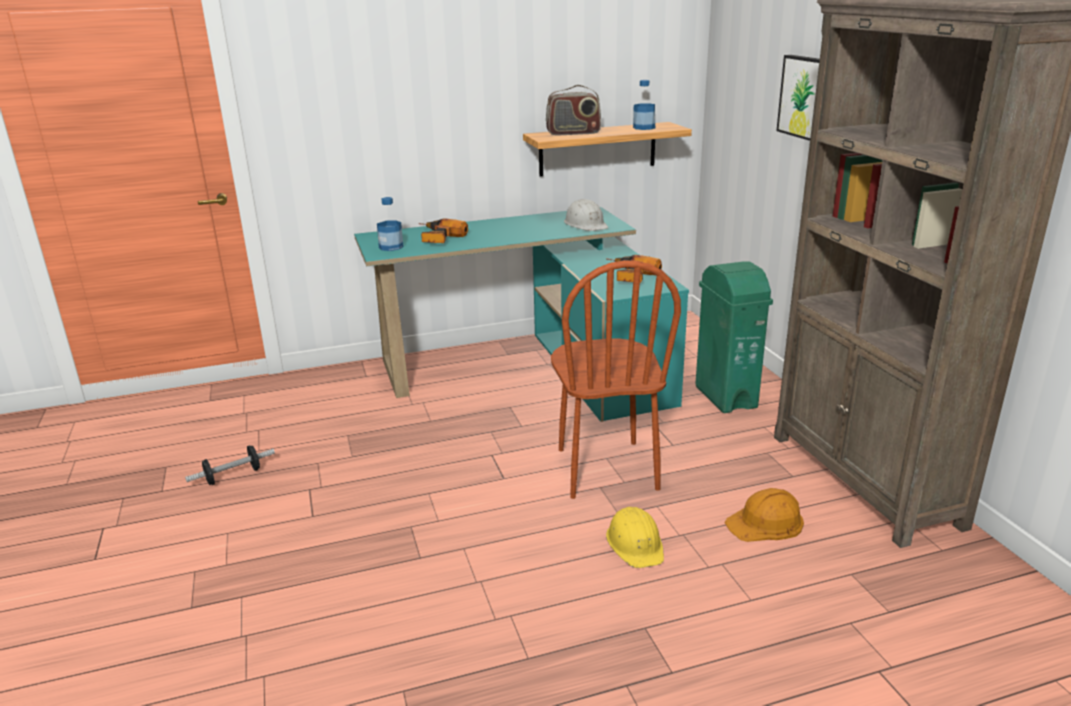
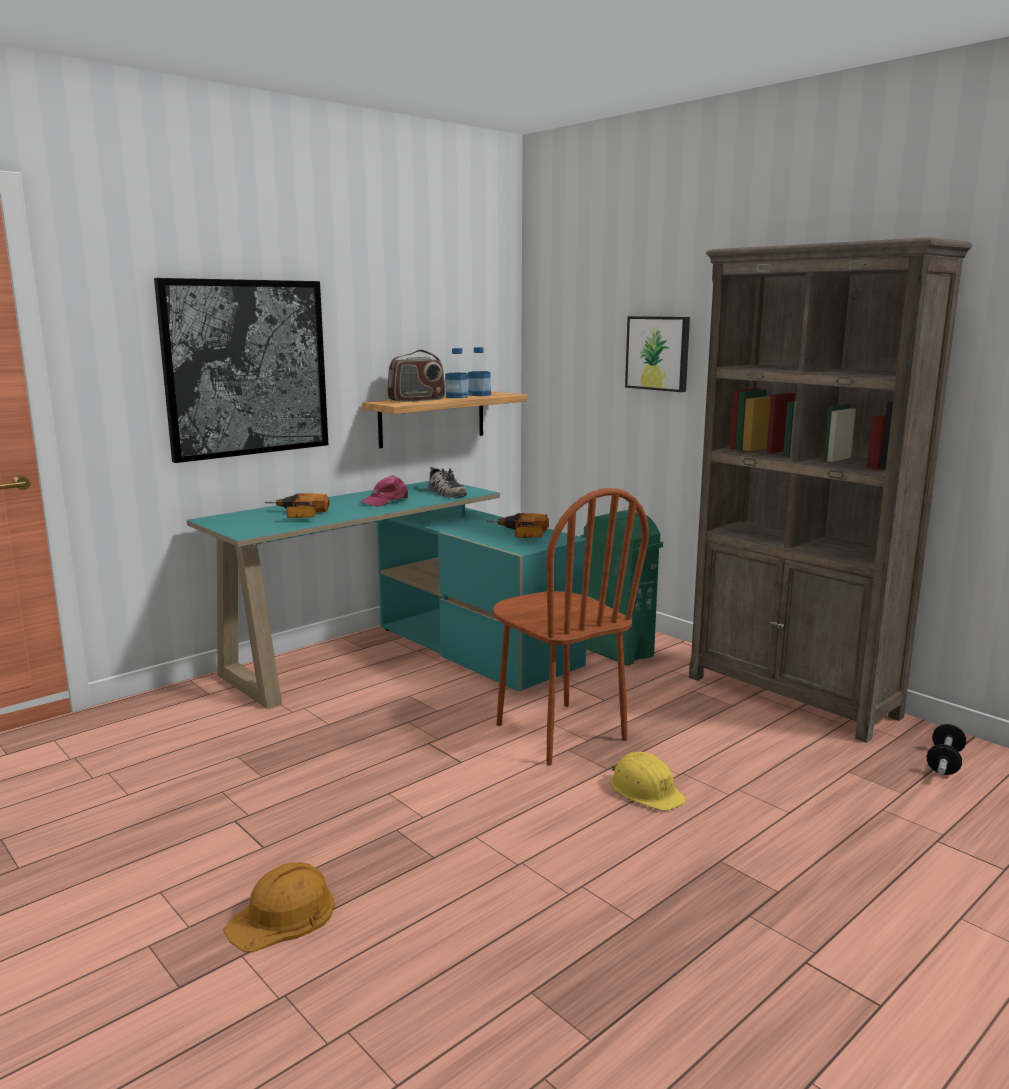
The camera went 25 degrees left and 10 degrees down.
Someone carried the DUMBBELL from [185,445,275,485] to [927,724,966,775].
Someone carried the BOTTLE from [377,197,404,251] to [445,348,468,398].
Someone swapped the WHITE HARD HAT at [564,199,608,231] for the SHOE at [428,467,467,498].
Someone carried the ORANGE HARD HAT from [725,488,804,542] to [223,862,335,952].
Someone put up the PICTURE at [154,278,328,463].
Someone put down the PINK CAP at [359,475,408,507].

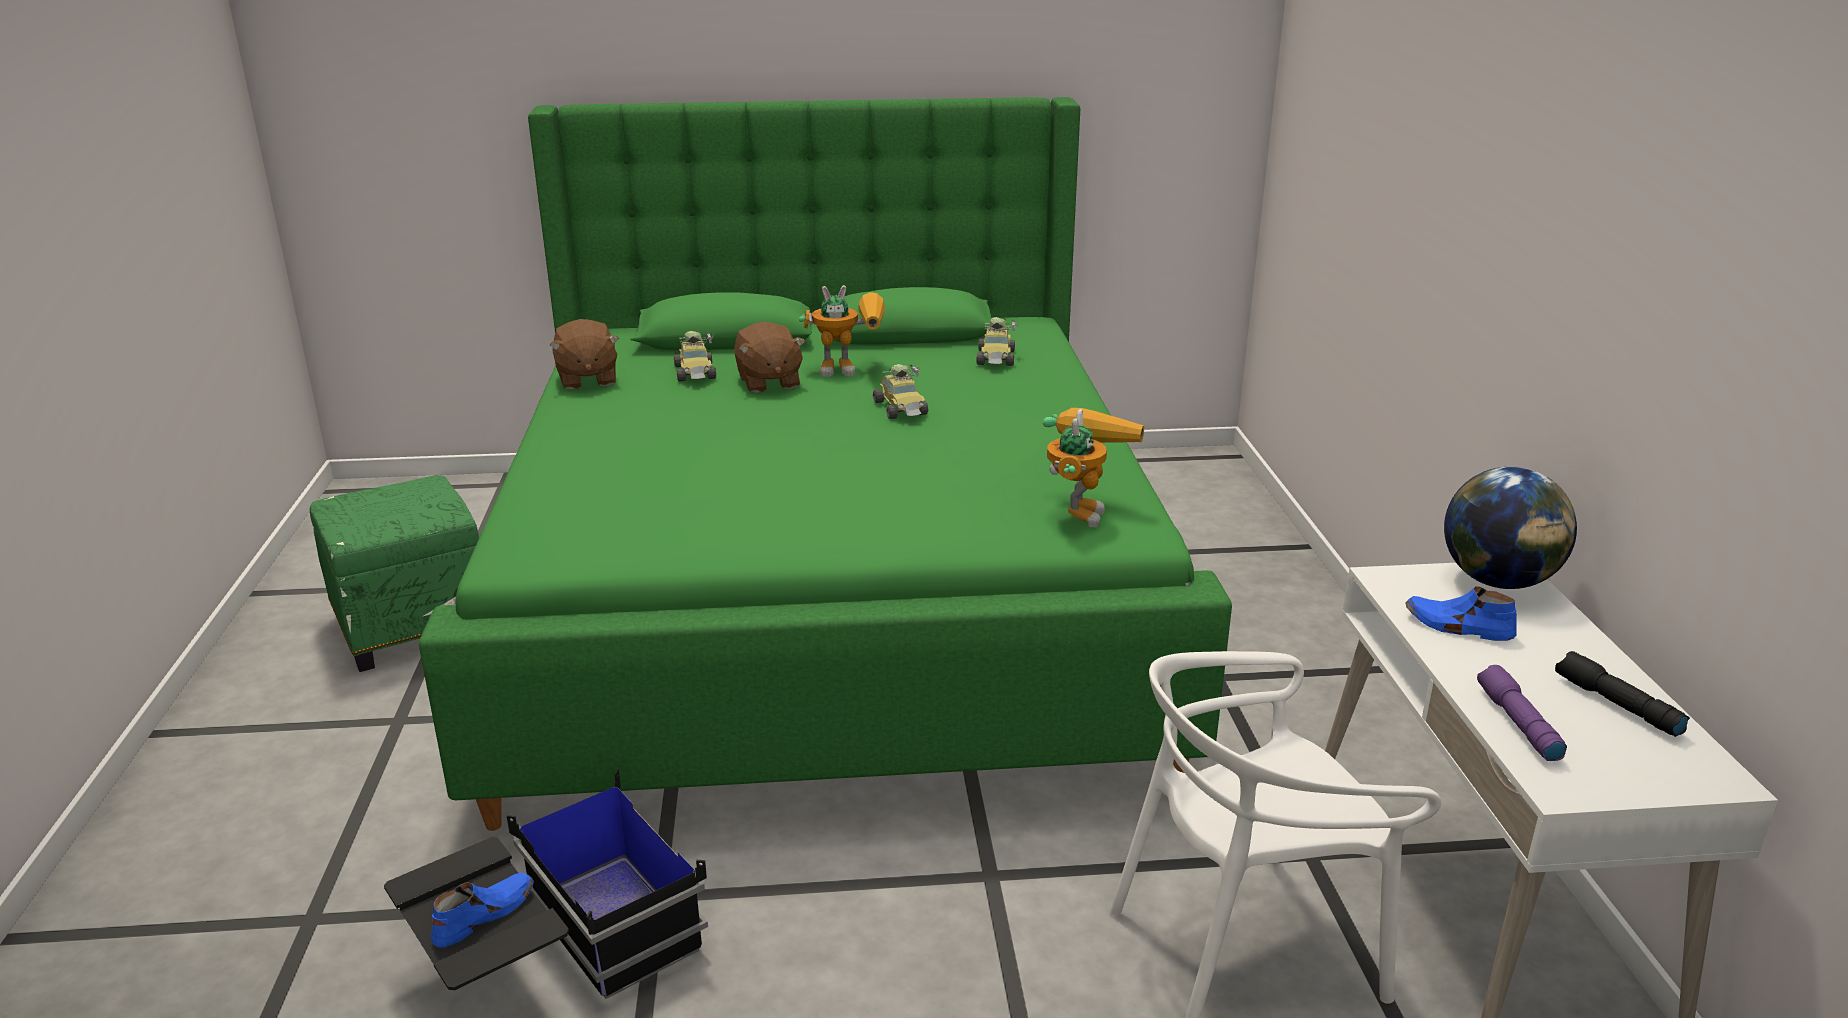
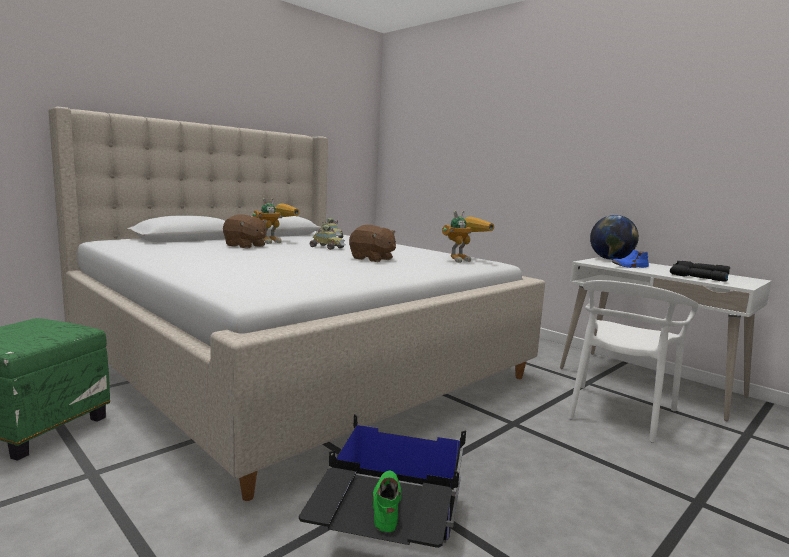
The camera went 40 degrees left and 15 degrees down.
Someone repainted the GREEN BED at [419,97,1232,831], which became the BEIGE BED at [48,106,545,501].
Someone repainted the BLUE SHOE at [431,873,534,948], which became the GREEN SHOE at [372,471,401,532].
Someone carried the BROWN PLUSH TOY from [550,319,619,390] to [349,225,396,262].
Someone took away the TOY CAR at [674,331,716,382].
Someone rotated the TOY ROBOT at [1043,408,1144,528] by 75 degrees clockwise.
Someone repainted the PURPLE FLASHLIGHT at [1477,665,1567,761], which became the BLACK FLASHLIGHT at [670,264,729,282].

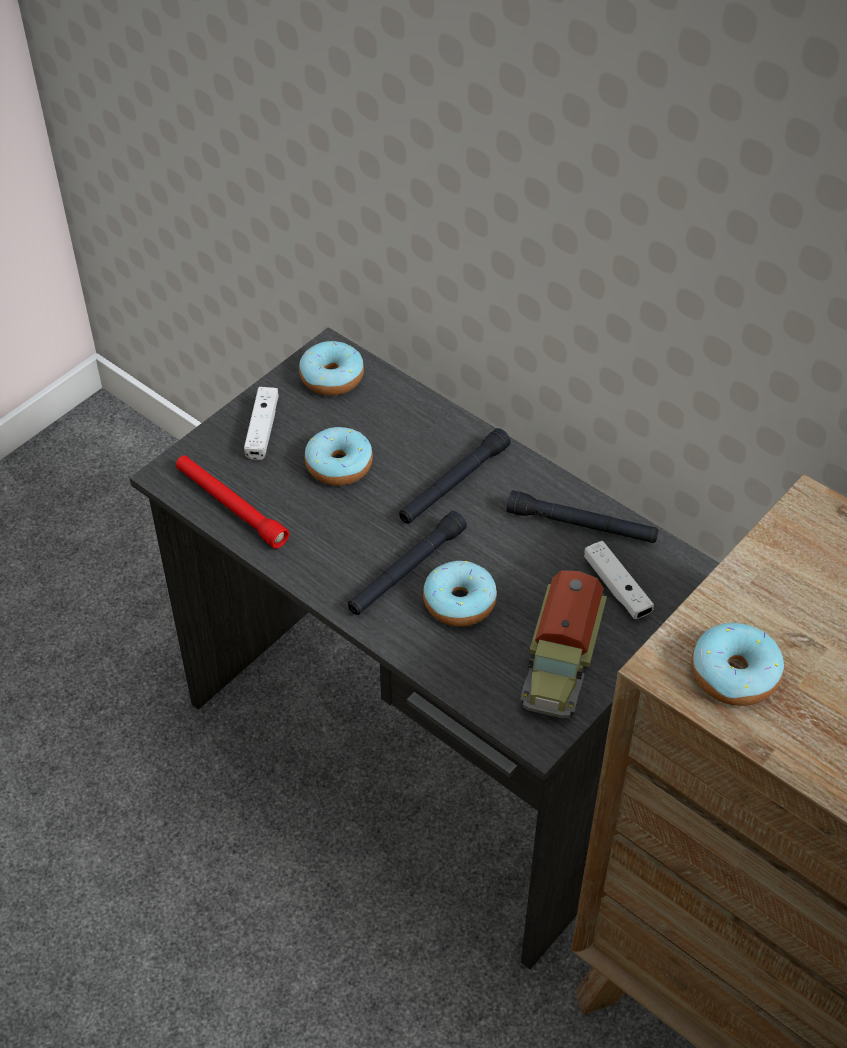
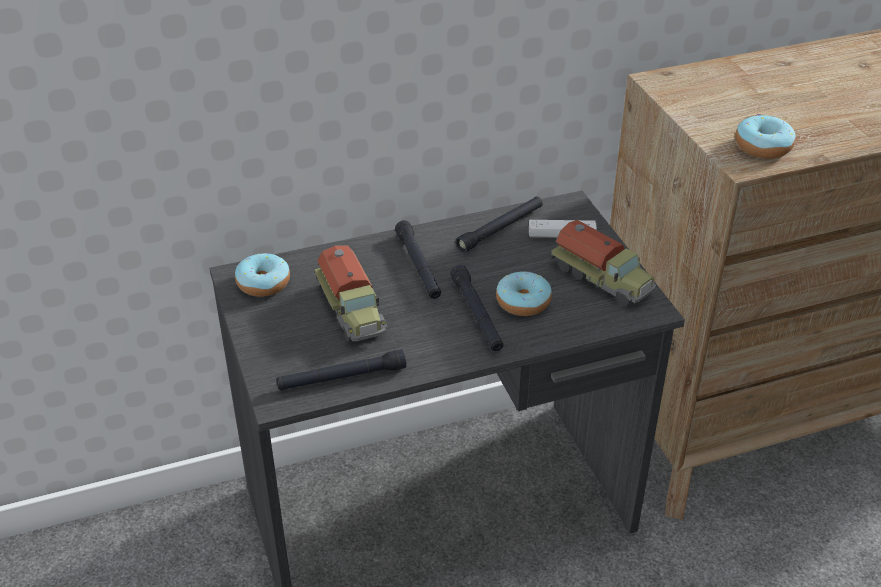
The camera went 60 degrees left and 10 degrees down.
Someone repainted the RED FLASHLIGHT at [176,455,289,549], which became the BLACK FLASHLIGHT at [276,349,407,390].
Someone took away the WHITE GAME CONTROLLER at [244,387,279,460].
Someone swapped the DONUT at [305,427,373,486] for the TOY TRUCK at [315,245,387,342].

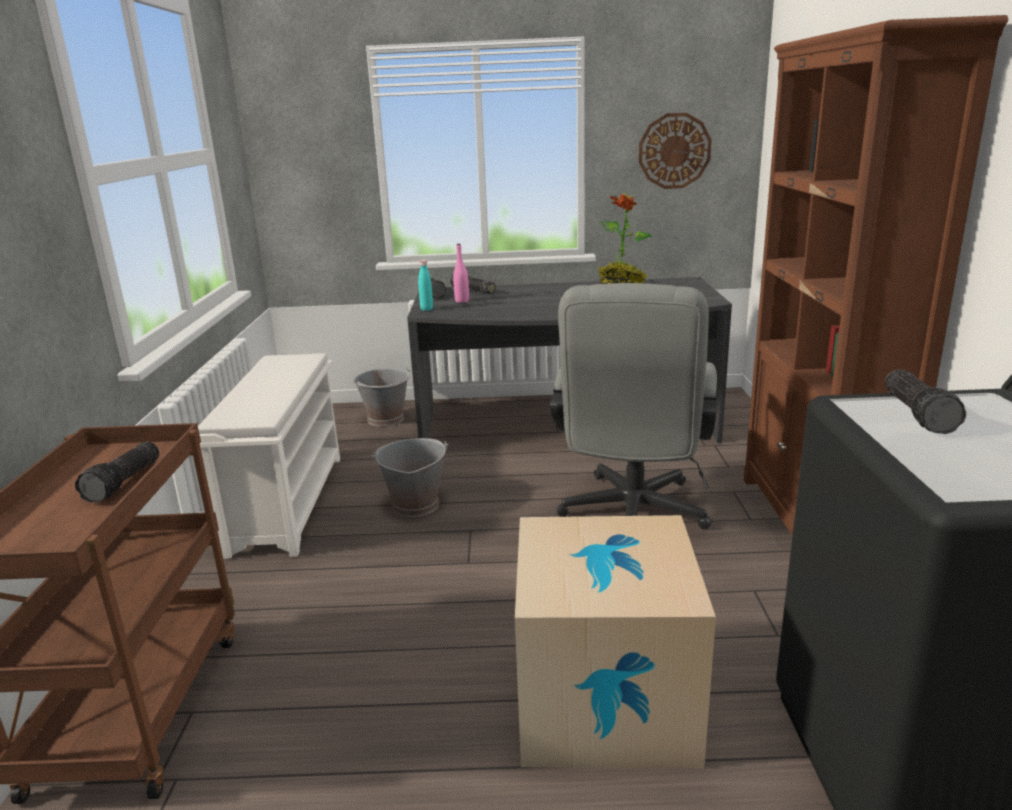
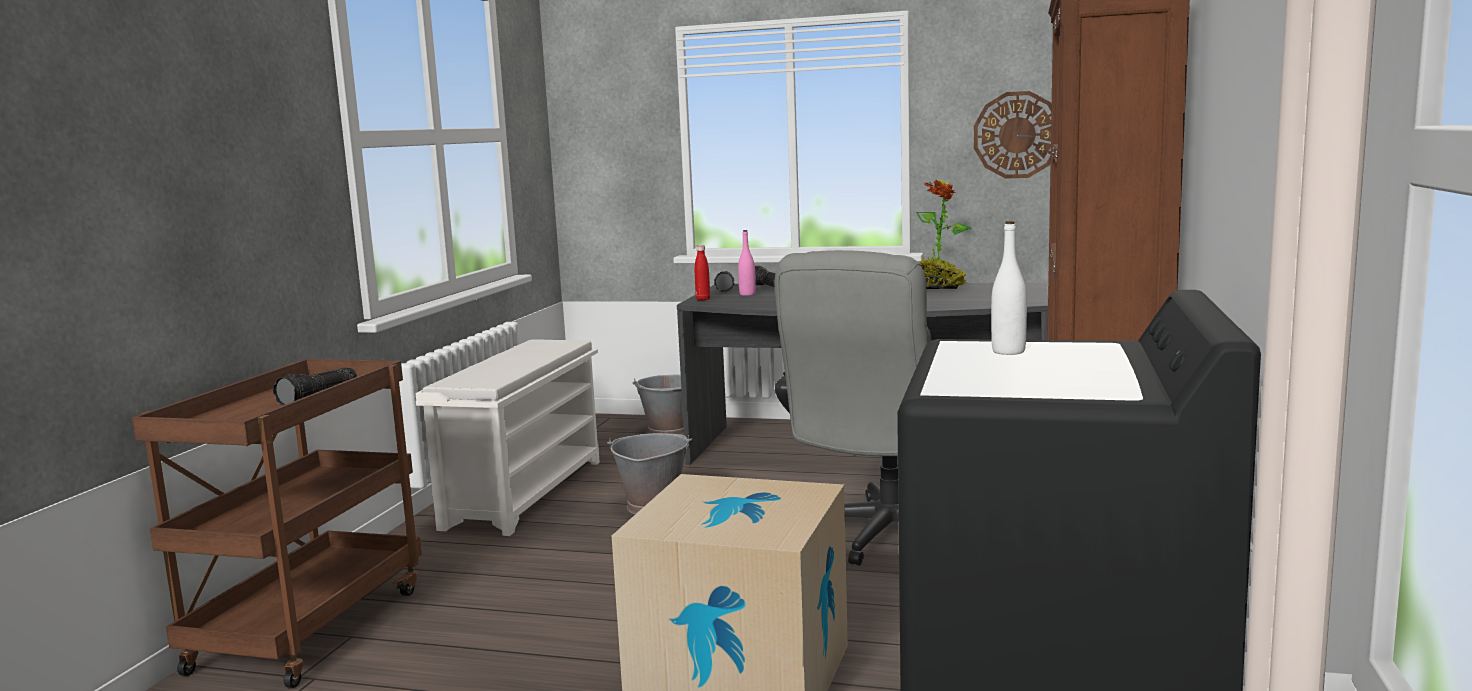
The camera went 15 degrees right and 10 degrees down.
Someone repainted the TURQUOISE BOTTLE at [418,260,433,311], which became the RED BOTTLE at [695,245,710,301].
Someone swapped the FLASHLIGHT at [885,370,966,434] for the WHITE BOTTLE at [991,221,1027,355].

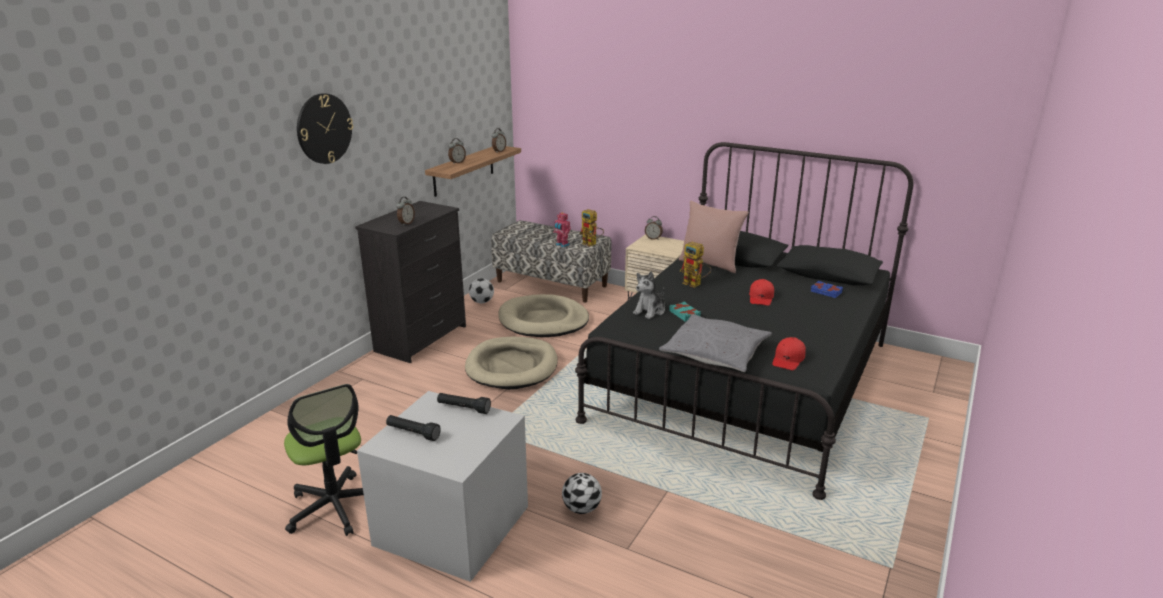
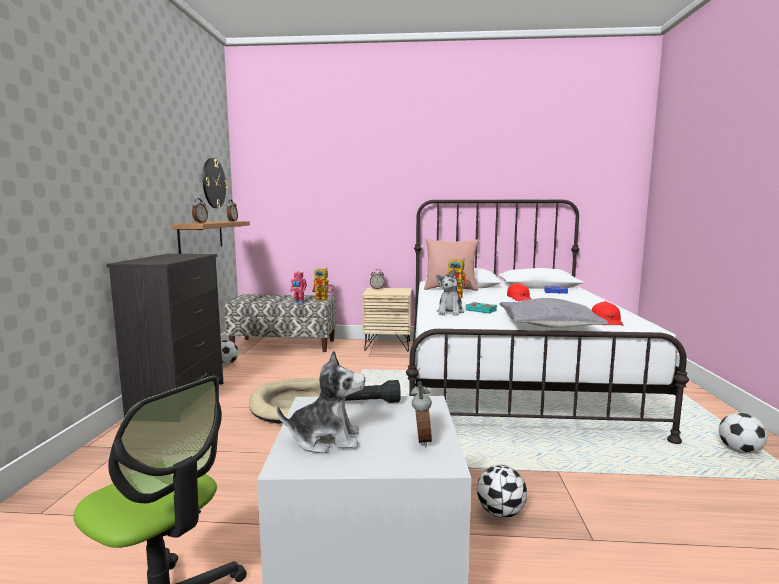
The camera went 25 degrees left and 15 degrees down.
Someone carried the WALL CLOCK from [297,93,353,164] to [202,158,228,208].
Someone swapped the BLACK FLASHLIGHT at [386,415,441,441] for the PLUSH TOY at [277,350,365,454].
Someone carried the ALARM CLOCK from [396,197,415,226] to [411,381,432,447].
Someone took away the BEIGE DOG BED at [498,294,589,337].
Someone repainted the BLACK BED at [575,142,914,500], which became the WHITE BED at [406,200,689,444].
Someone put down the FOOTBALL at [719,413,768,454].

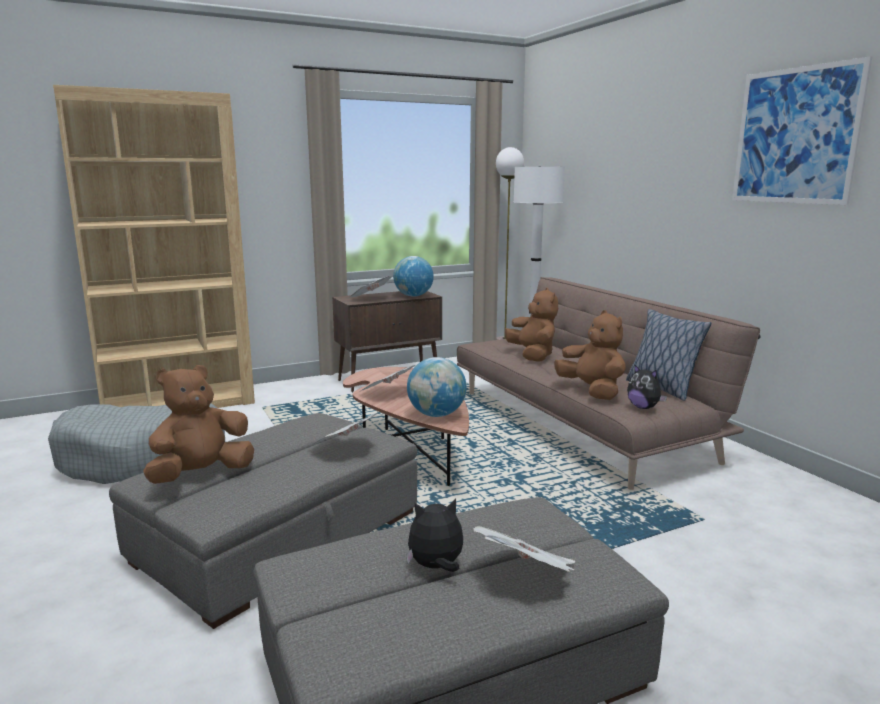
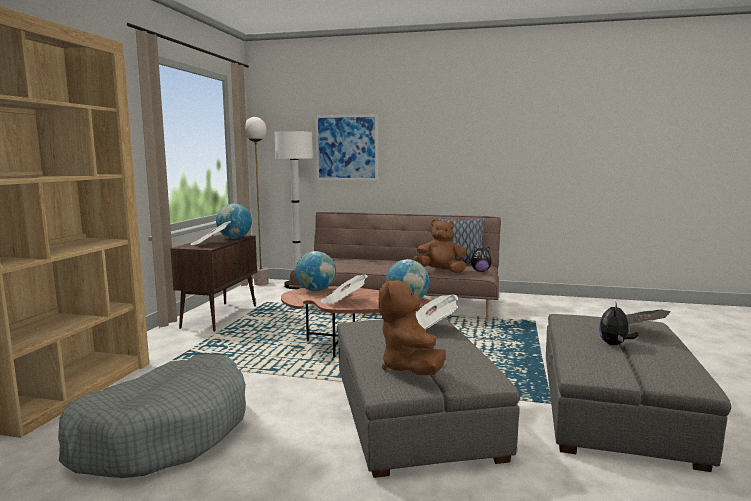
The camera went 50 degrees left and 5 degrees down.
Someone took away the BROWN PLUSH TOY at [505,288,558,362].
Someone carried the PICTURE from [732,56,872,205] to [315,114,378,181].
Someone put down the GLOBE at [295,251,336,291].

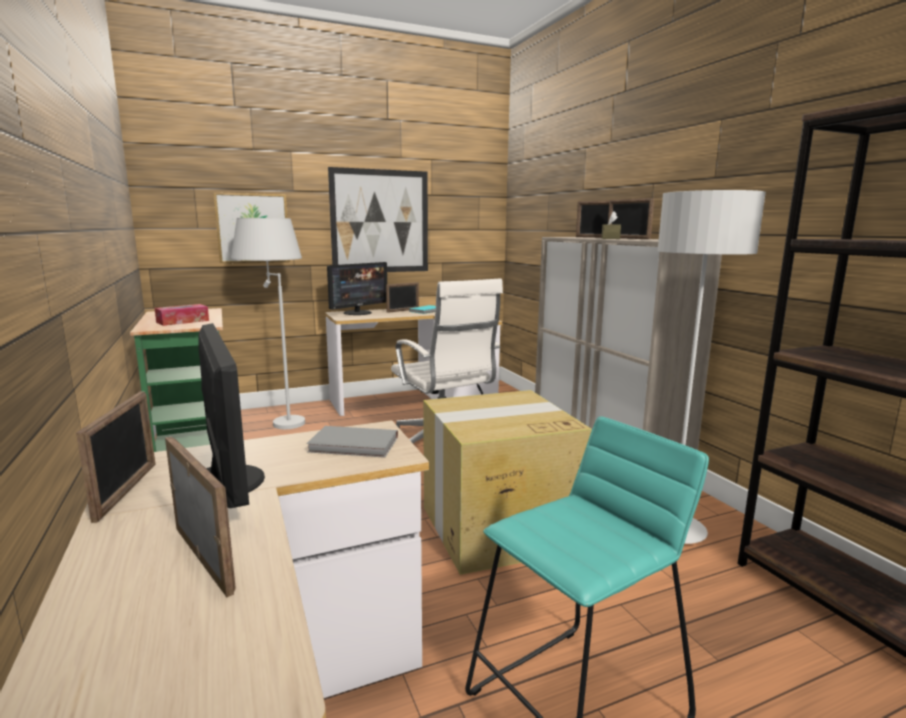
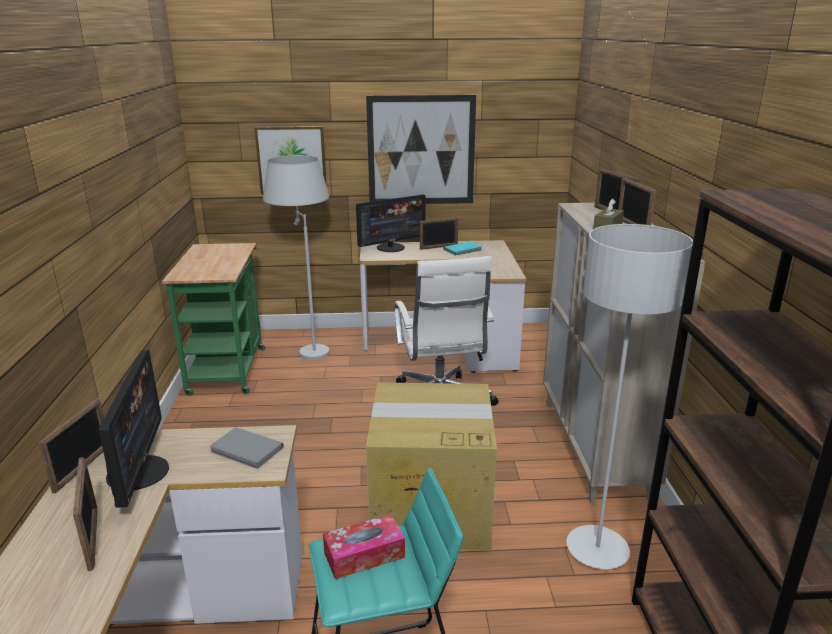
The camera went 20 degrees right and 10 degrees up.
Someone carried the TISSUE BOX from [154,304,209,326] to [323,514,405,579].

